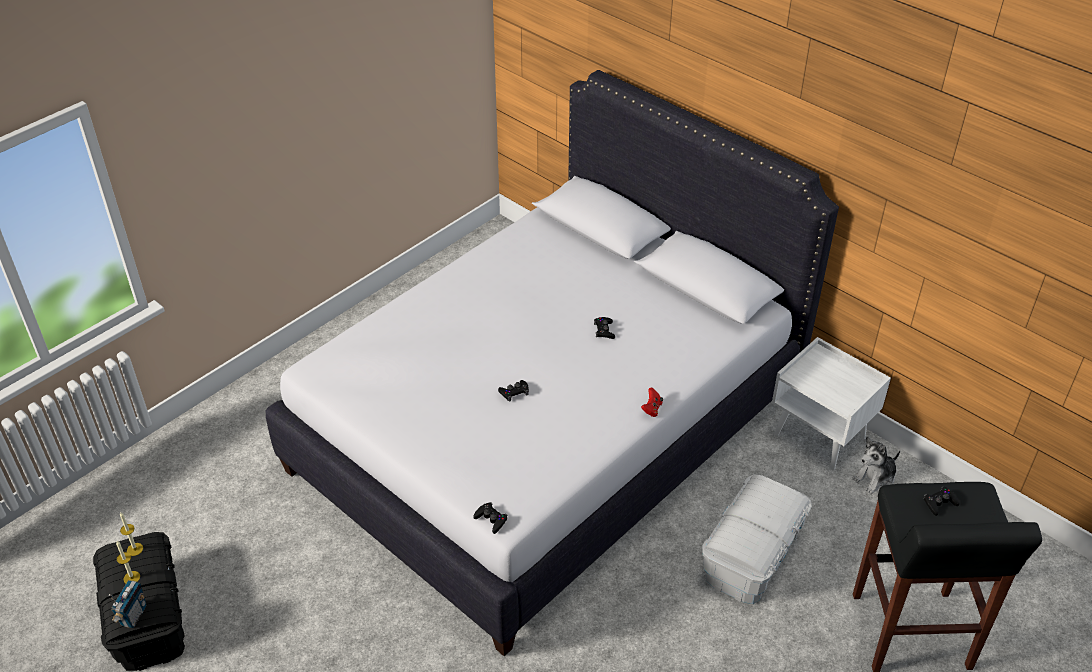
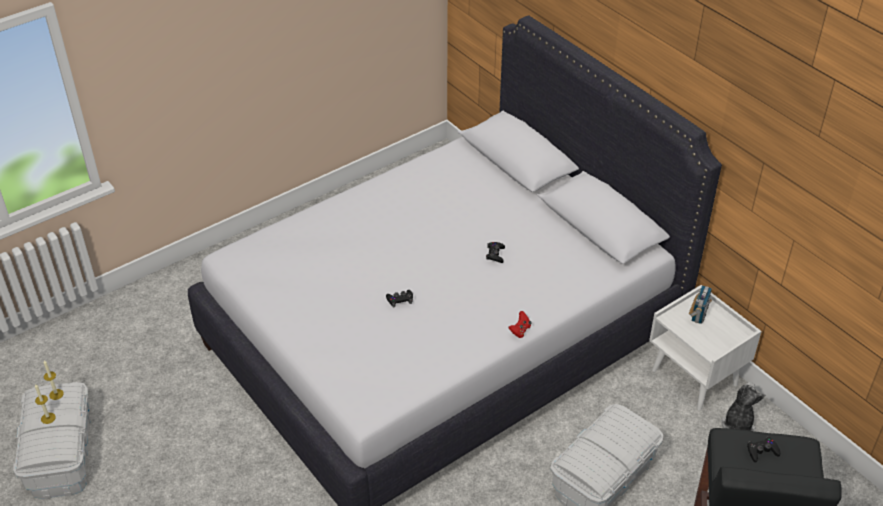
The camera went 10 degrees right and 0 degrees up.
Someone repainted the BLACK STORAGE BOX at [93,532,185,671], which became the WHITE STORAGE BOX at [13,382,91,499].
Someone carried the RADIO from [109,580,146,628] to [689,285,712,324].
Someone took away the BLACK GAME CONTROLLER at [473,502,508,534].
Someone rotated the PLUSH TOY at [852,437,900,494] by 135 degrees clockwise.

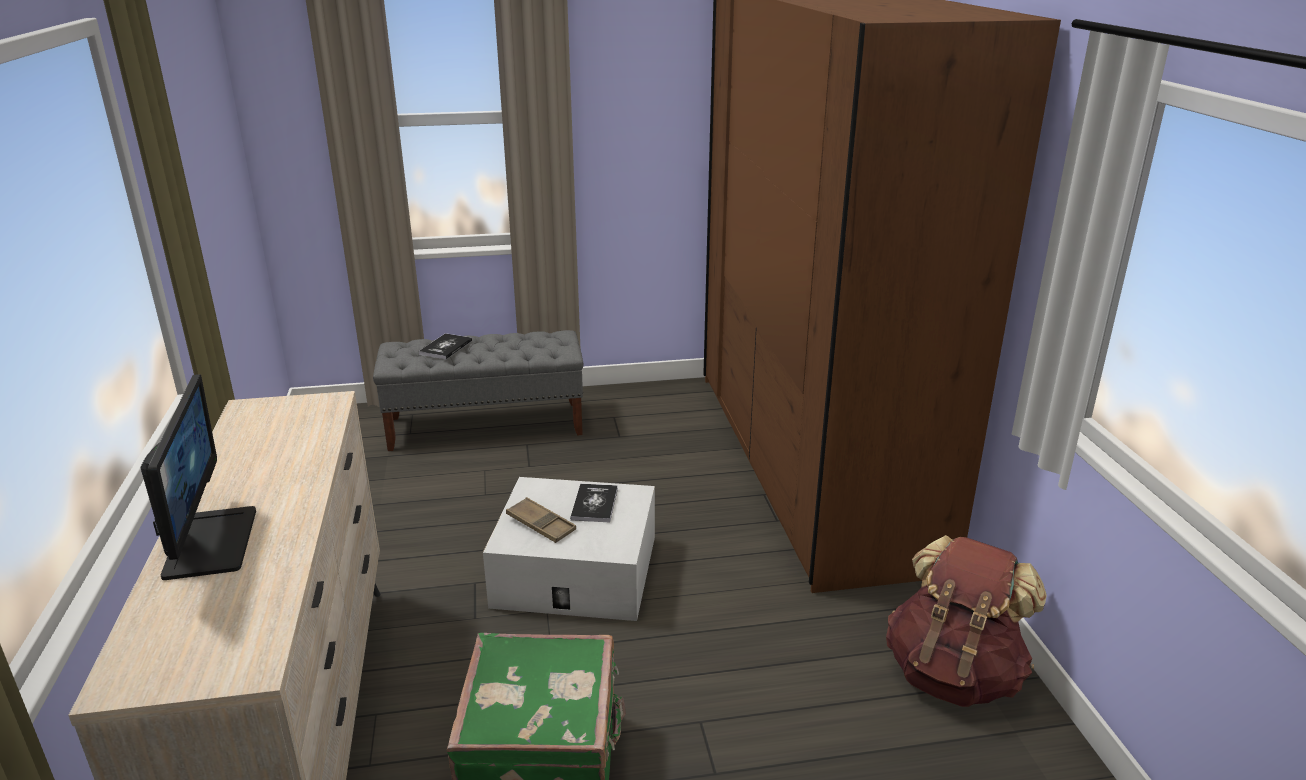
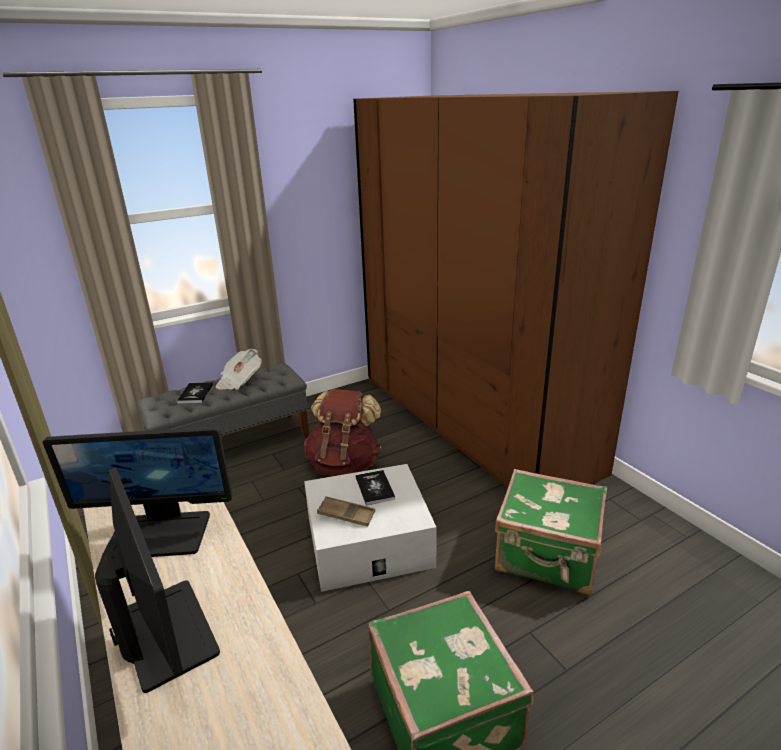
The camera went 20 degrees left and 0 degrees up.
Someone carried the BROWN BACKPACK from [886,535,1047,707] to [304,389,381,476].
Someone put down the MONITOR at [43,427,233,558].
Someone put down the NEWSPAPER at [216,349,262,390].
Someone put down the GREEN SUITCASE at [495,469,607,595].

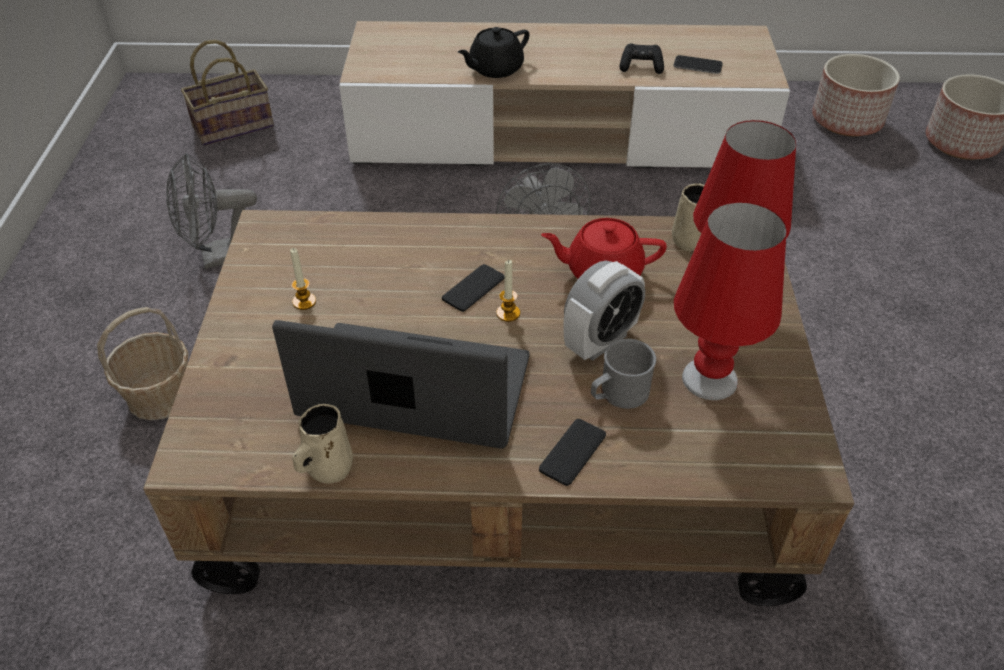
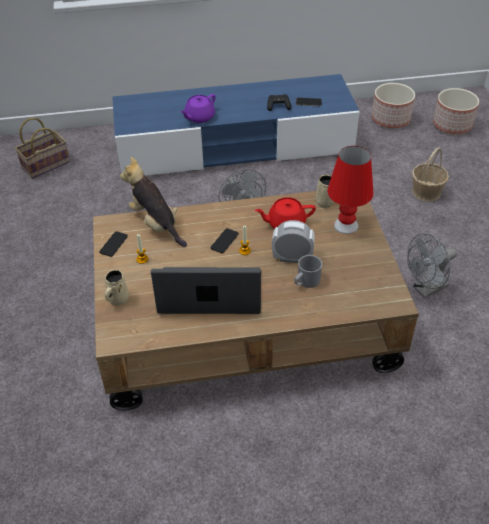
The camera went 10 degrees left and 0 degrees up.
Someone carried the BASKET from [97,307,189,420] to [412,147,449,202].
Someone carried the GREY FAN from [166,153,257,269] to [407,233,458,298].
Someone carried the BEIGE MUG from [292,404,353,484] to [104,270,129,306].
Someone repainted the BEIGE TV STAND at [339,21,790,168], which became the BLUE TV STAND at [112,74,360,176].
Someone repainted the BLACK TEAPOT at [458,27,529,78], which became the PURPLE TEAPOT at [180,94,216,123].
Someone carried the PHONE from [539,419,606,486] to [99,231,128,257].
Someone rotated the ALARM CLOCK at [563,261,645,361] by 120 degrees counterclockwise.
Someone took away the RED TABLE LAMP at [674,202,787,400].
Someone put down the PLUSH TOY at [120,157,187,247].

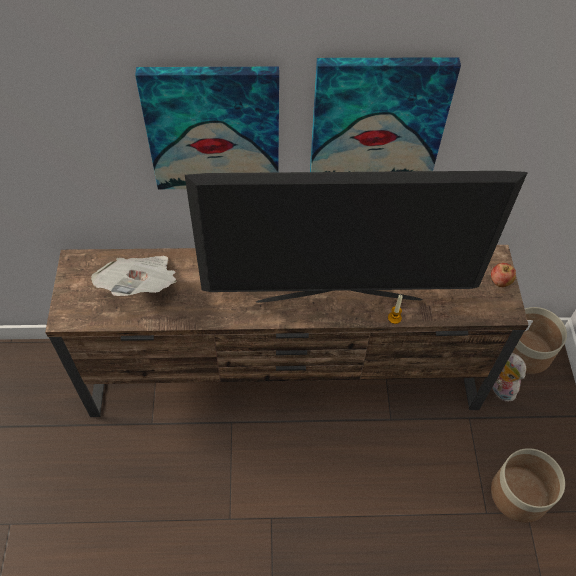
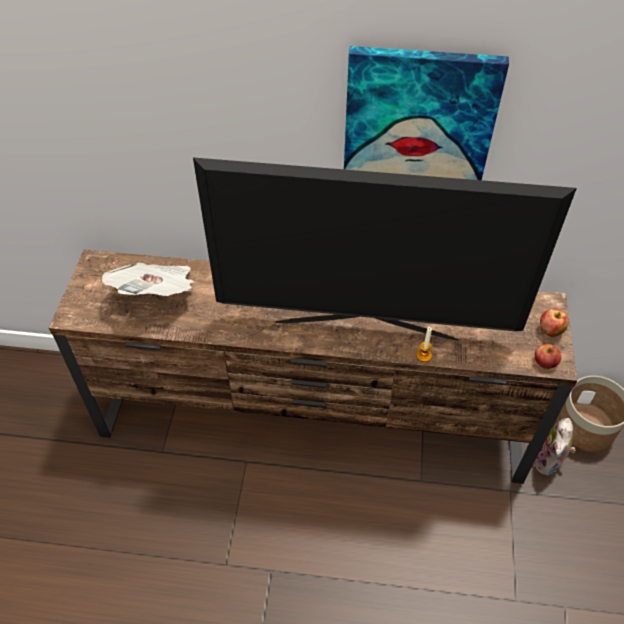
The camera went 10 degrees right and 5 degrees down.
Someone took away the PICTURE at [135,67,279,189].
Someone took away the PLANTER at [491,448,565,523].
Someone rotated the PLUSH TOY at [492,353,526,402] by 135 degrees counterclockwise.
Someone put down the APPLE at [535,344,561,369].

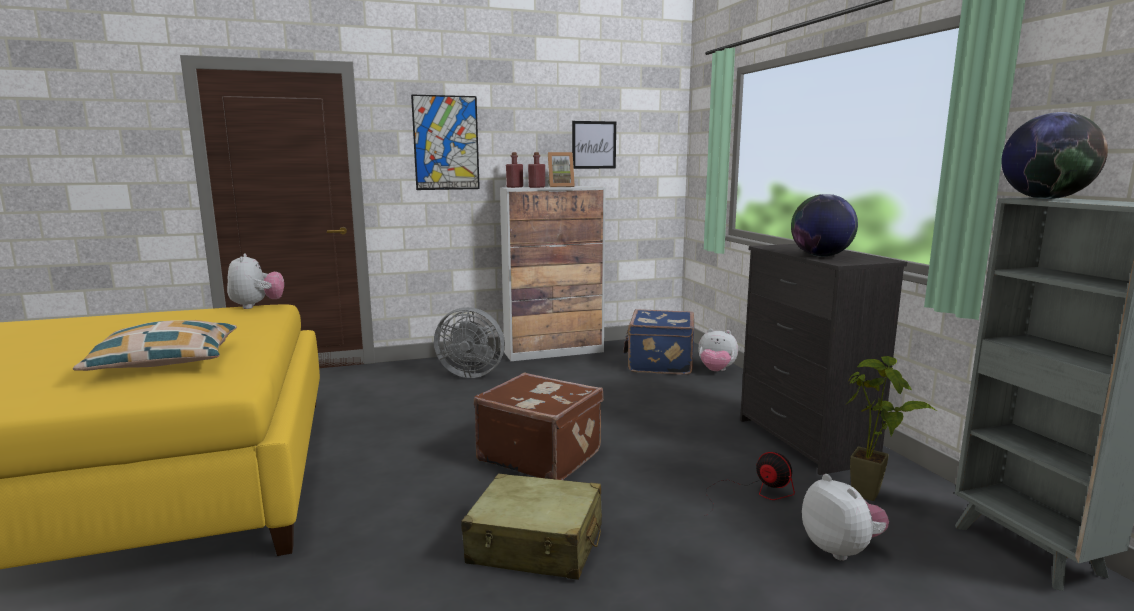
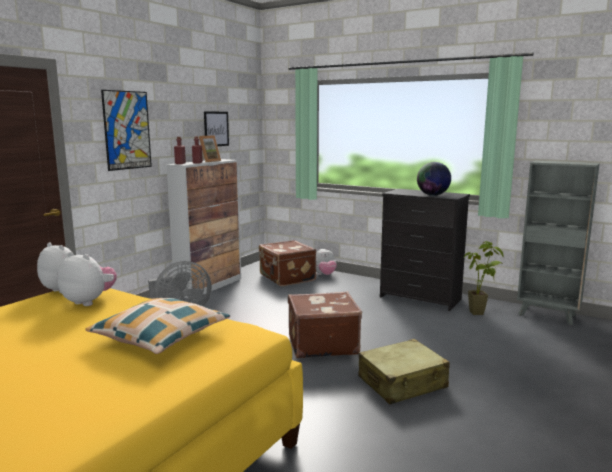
The camera went 40 degrees left and 0 degrees up.
Someone repainted the BLUE SUITCASE at [623,309,694,375], which became the BROWN SUITCASE at [259,240,316,286].
Someone took away the FAN at [705,452,795,516].
Someone carried the PLUSH TOY from [802,474,889,561] to [58,252,117,306].
Someone took away the GLOBE at [1001,112,1108,199].

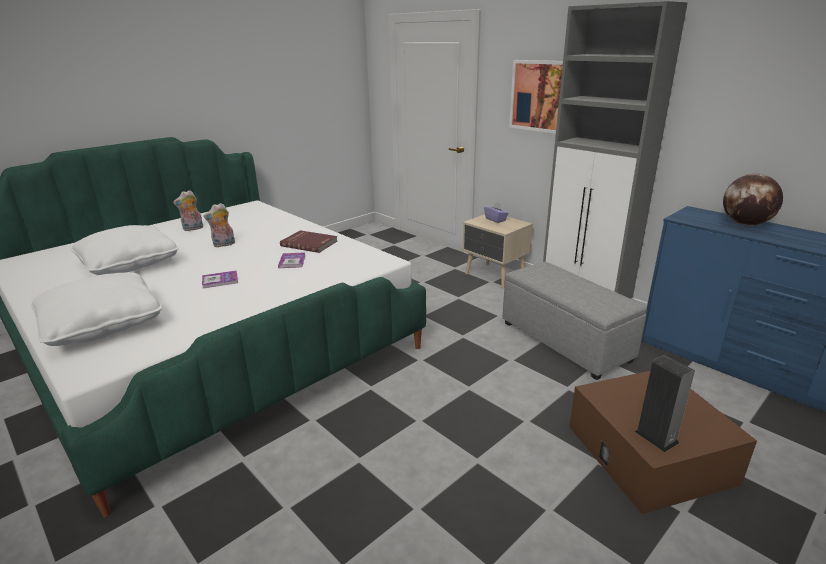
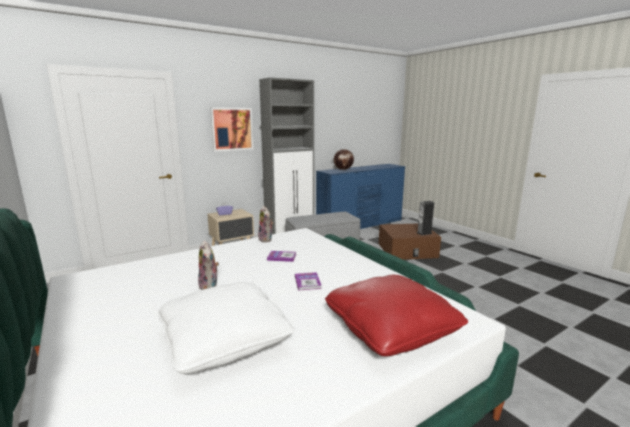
The camera went 80 degrees left and 10 degrees down.
Someone repainted the WHITE PILLOW at [31,272,162,346], which became the RED PILLOW at [325,275,468,356].
Someone carried the PLUSH TOY from [173,190,203,231] to [258,206,273,242].
Someone took away the RED BOOK at [280,230,337,253].

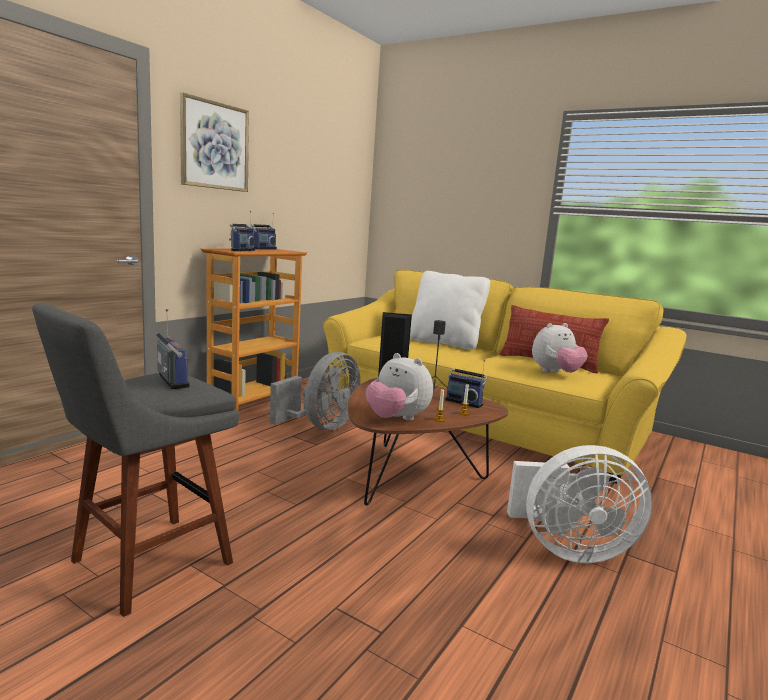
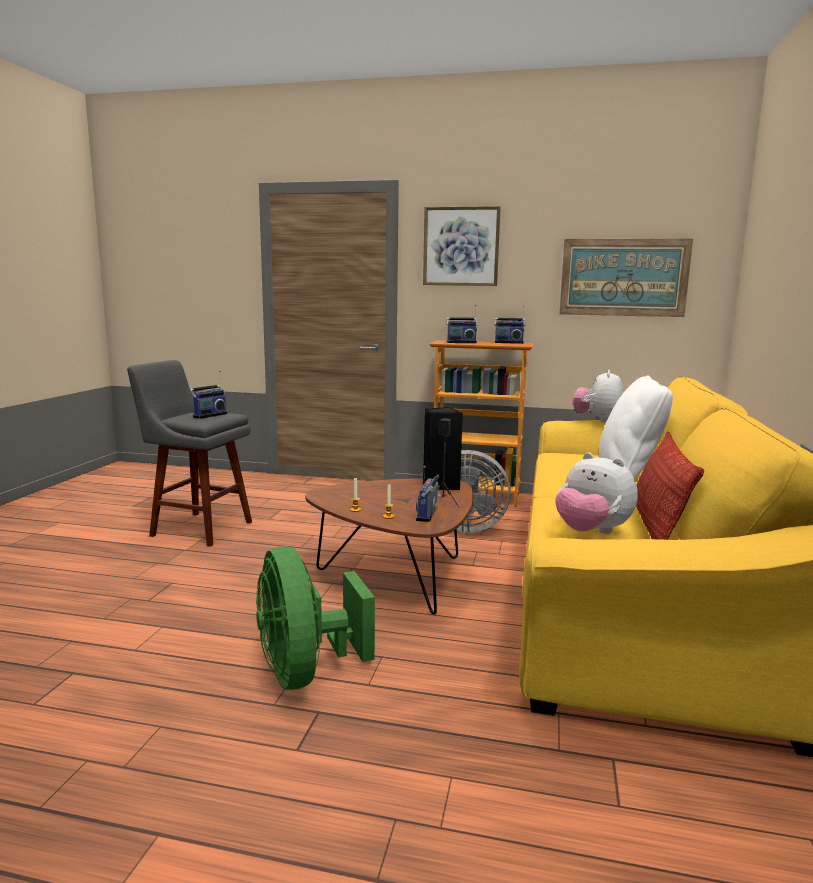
The camera went 70 degrees right and 0 degrees up.
Someone carried the PLUSH TOY from [366,353,433,421] to [573,370,623,422].
Someone repainted the WHITE FAN at [507,445,652,563], which became the GREEN FAN at [256,546,375,690].
Someone put up the PICTURE at [559,239,693,317].

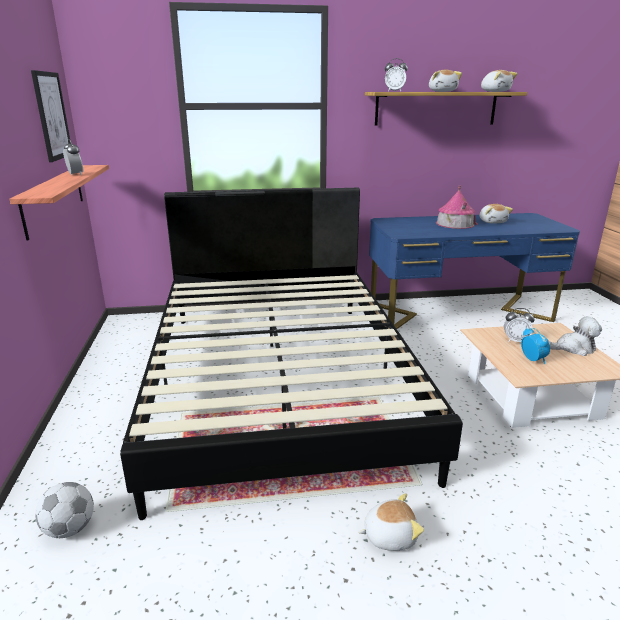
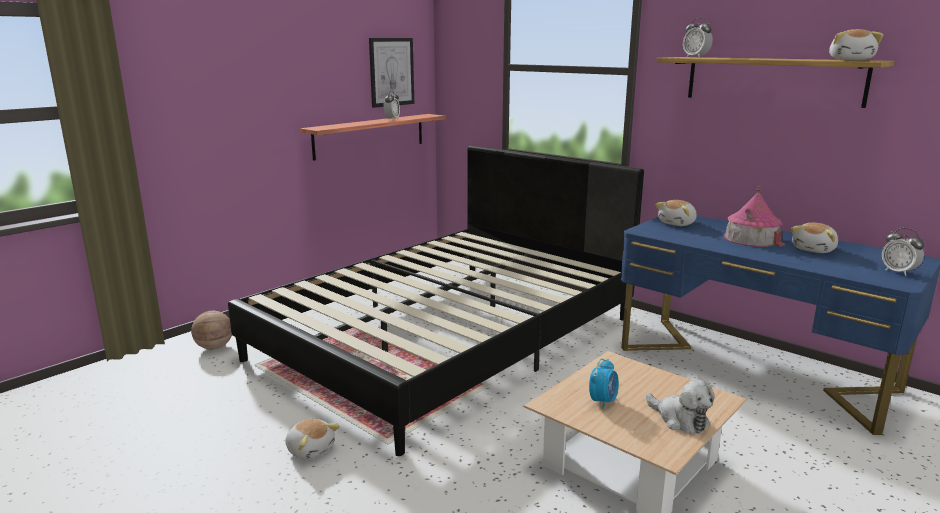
The camera went 50 degrees right and 5 degrees down.
Someone swapped the FOOTBALL at [35,482,94,538] for the BASKETBALL at [191,311,232,349].
Someone carried the PLUSH TOY from [429,70,462,92] to [656,200,697,226].
Someone carried the ALARM CLOCK from [504,308,535,342] to [882,228,924,276].

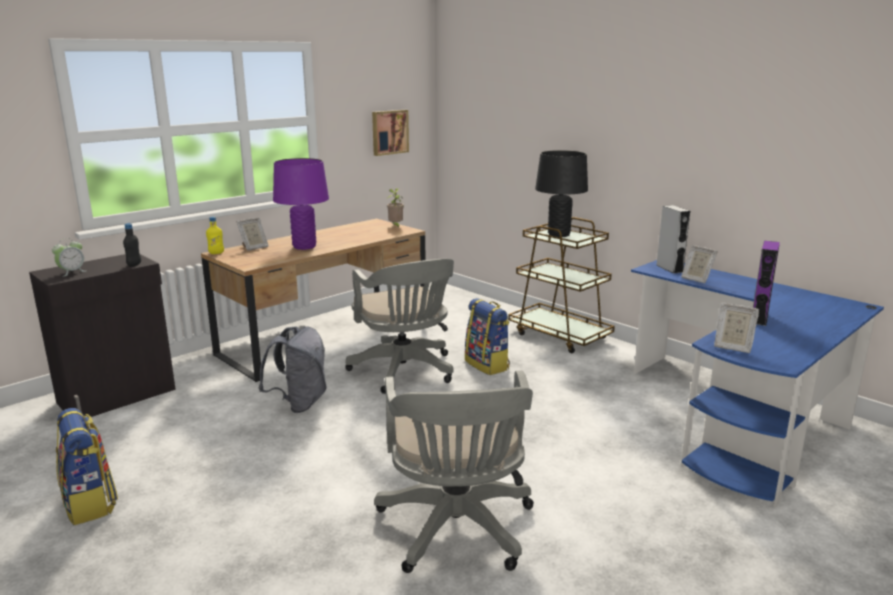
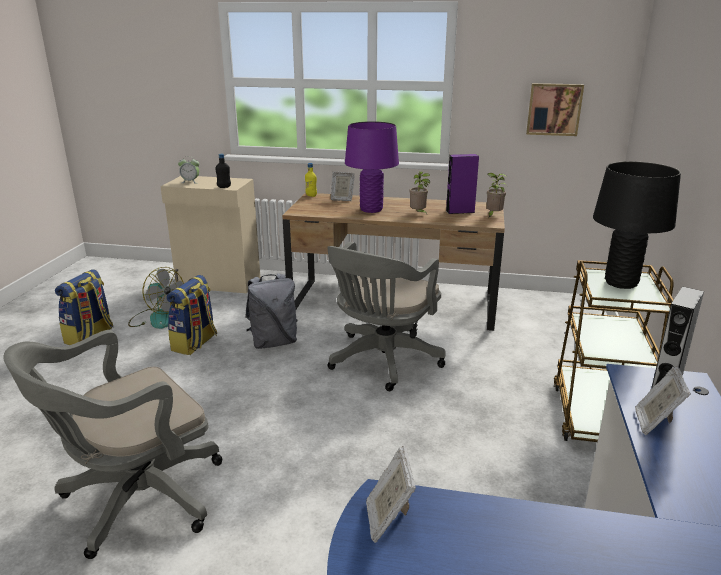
The camera went 55 degrees right and 5 degrees up.
Someone repainted the BLACK CABINET at [29,254,176,417], which became the BEIGE CABINET at [160,176,260,293].
Someone carried the BACKPACK from [465,298,510,375] to [167,275,217,355].
Someone carried the PURPLE SPEAKER from [753,241,780,326] to [446,154,479,214].
Someone put down the FAN at [128,267,184,329].
Someone put down the POTTED PLANT at [409,171,430,214].

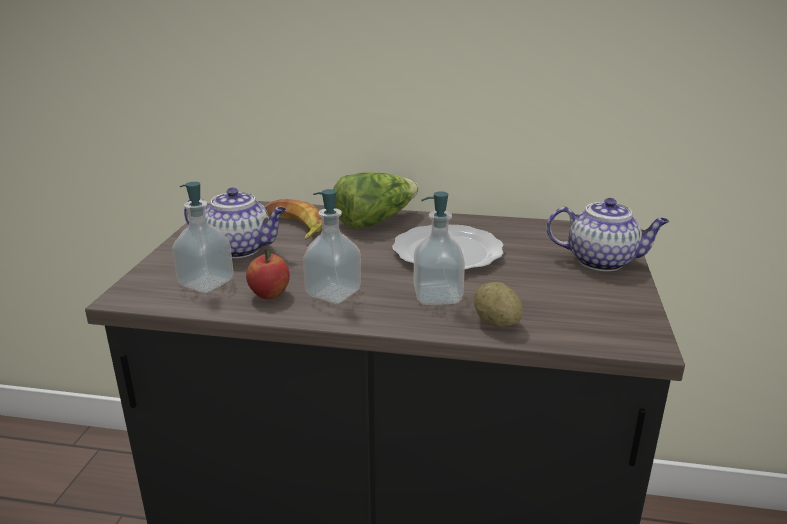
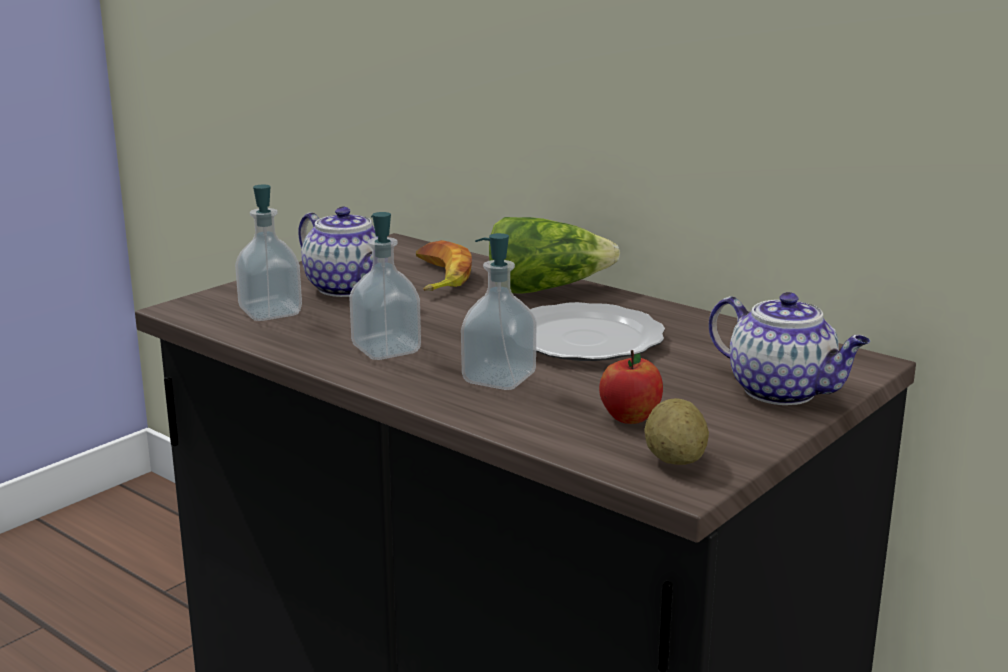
The camera went 30 degrees right and 5 degrees down.
Someone carried the APPLE from [246,250,290,299] to [599,350,663,424].
Someone carried the POTATO from [474,282,523,327] to [644,398,709,465].

